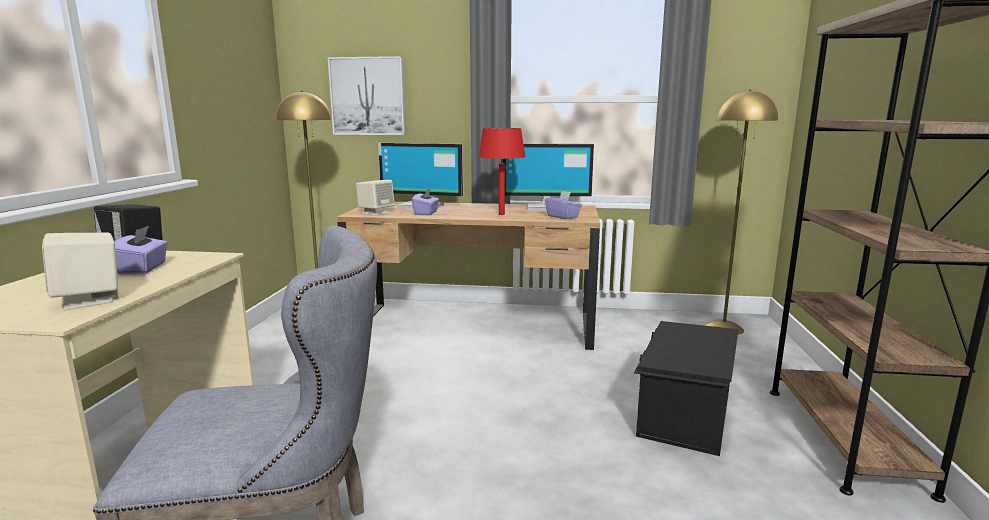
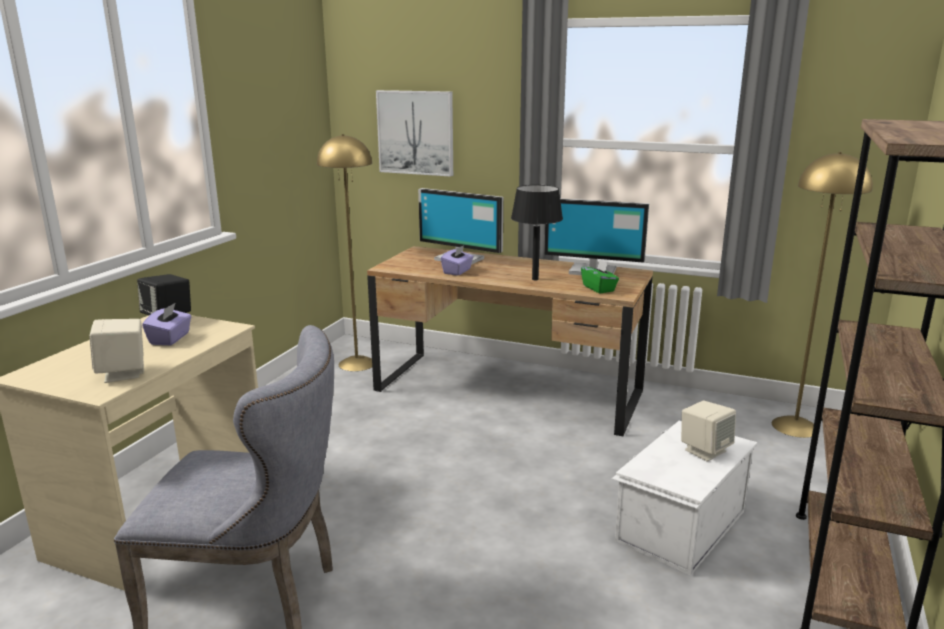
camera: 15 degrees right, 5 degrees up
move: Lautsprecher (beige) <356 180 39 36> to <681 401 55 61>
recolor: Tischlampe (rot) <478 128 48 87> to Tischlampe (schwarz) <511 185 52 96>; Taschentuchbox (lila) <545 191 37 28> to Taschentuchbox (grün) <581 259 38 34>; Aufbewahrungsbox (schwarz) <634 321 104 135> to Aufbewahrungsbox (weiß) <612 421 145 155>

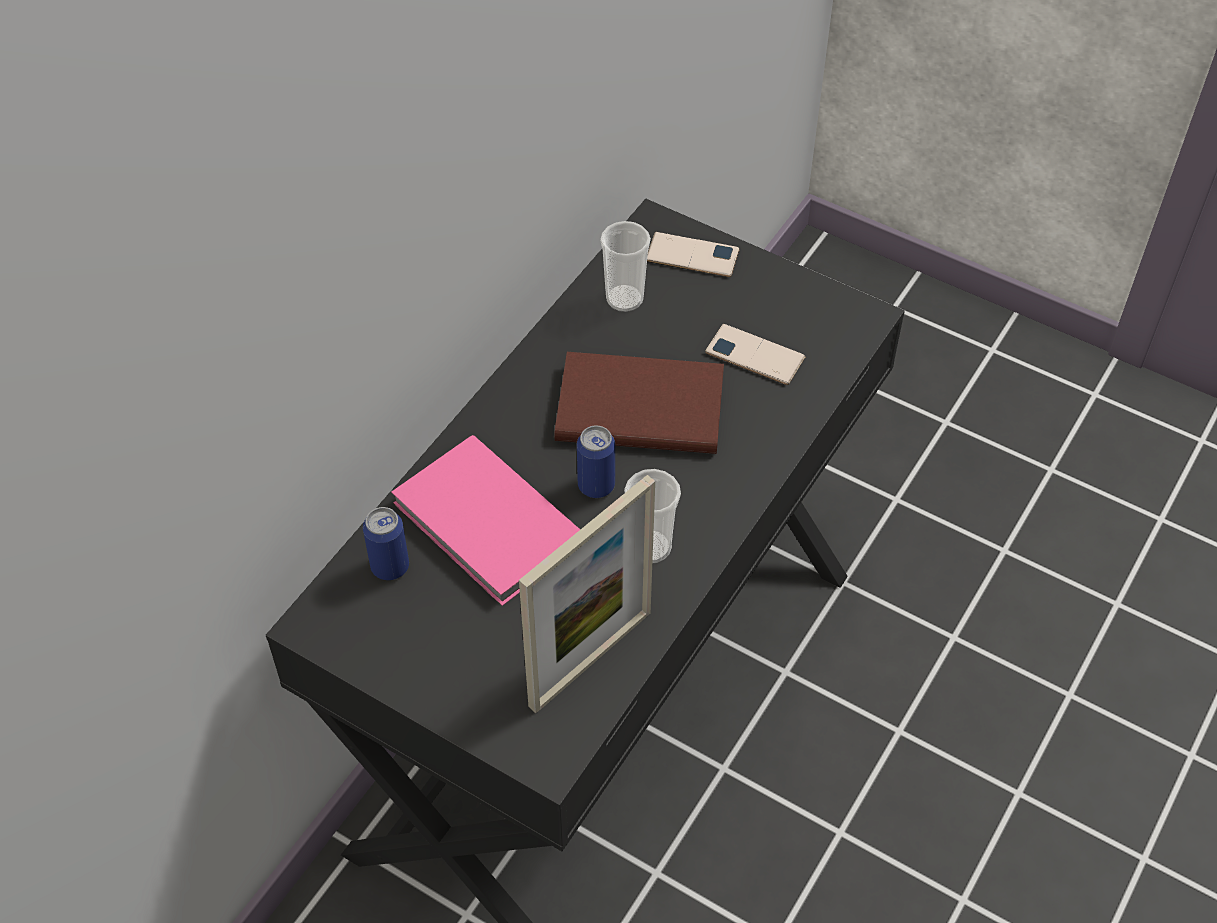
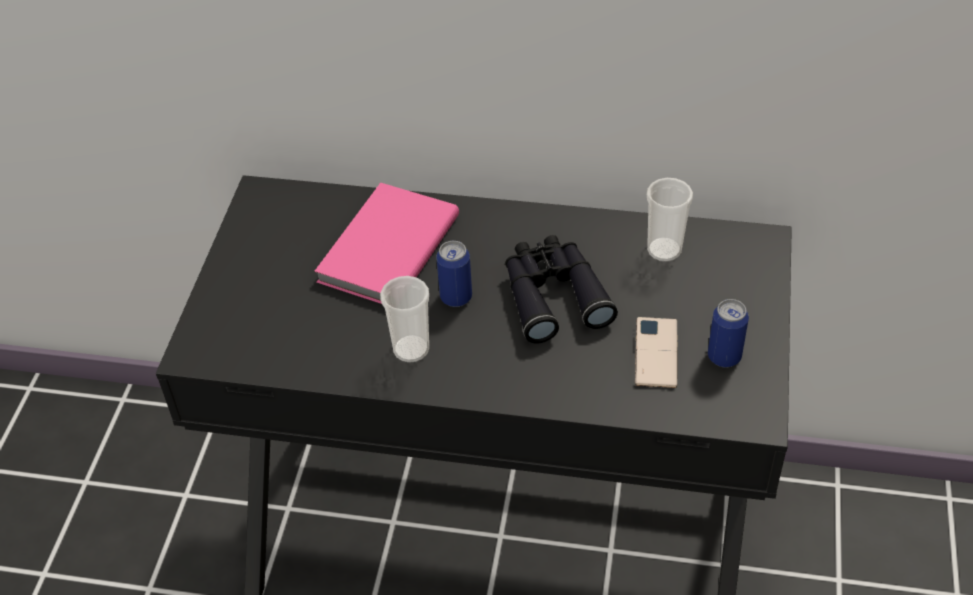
camera: 70 degrees right, 5 degrees down
delete: Bilderrahmen <519 475 136 238>; Handy <647 232 93 45>
move: Dose <363 507 46 73> to <708 299 41 68>
replace: Buch (braun) <554 352 170 102> to Fernglas (schwarz) <505 235 113 108>

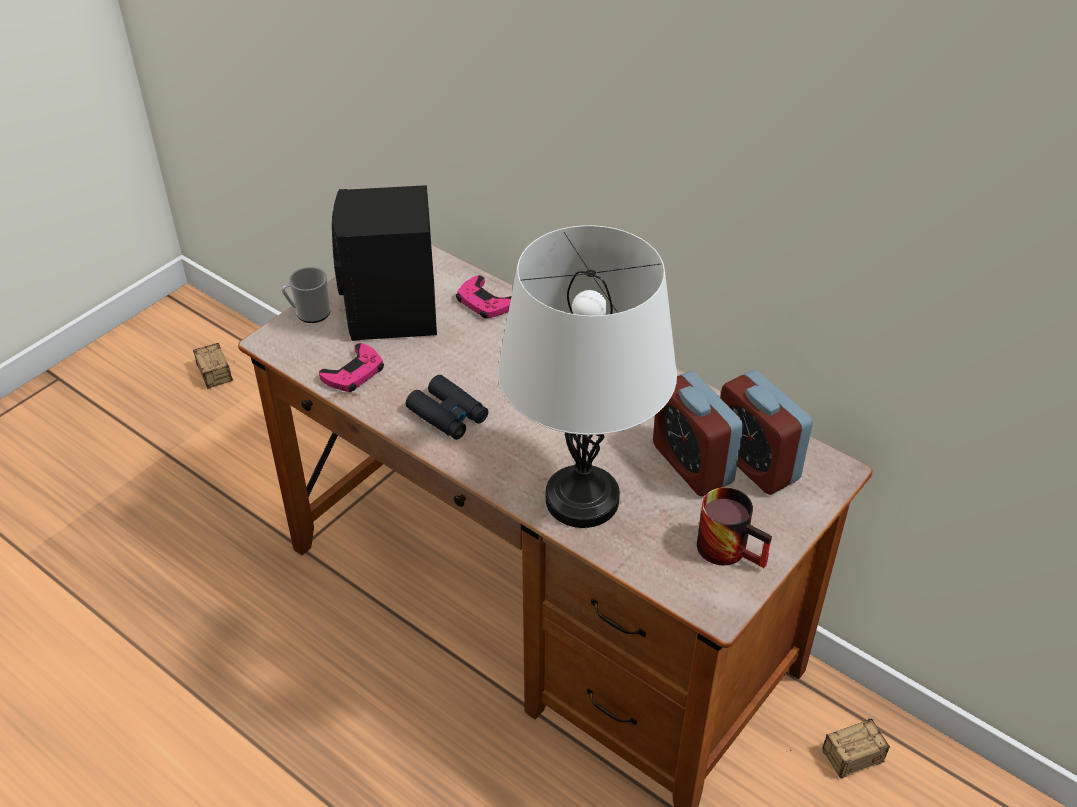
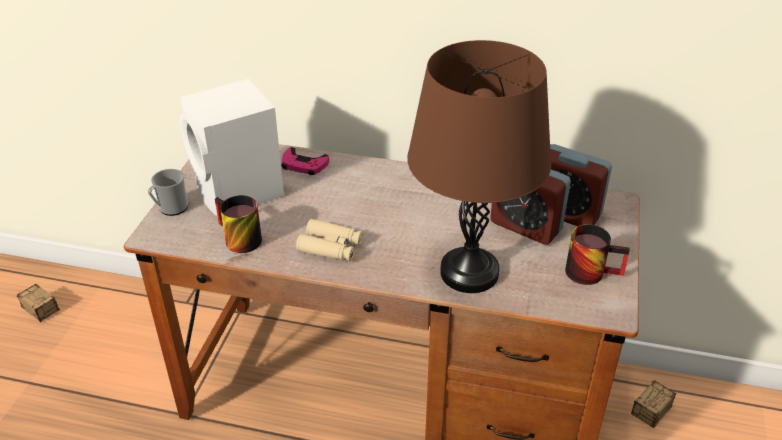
camera: 25 degrees left, 5 degrees down
replace: Gamepad (rosa) <319 343 65 49> to Henkelbecher <215 195 47 58>
recolor: Lautsprecher (schwarz) <332 185 105 156> to Lautsprecher (weiß) <180 79 104 137>; Fernglas (schwarz) <406 375 82 65> to Fernglas (beige) <296 219 67 42>; Tischlampe (weiß) <498 225 179 303> to Tischlampe (braun) <407 40 144 253>

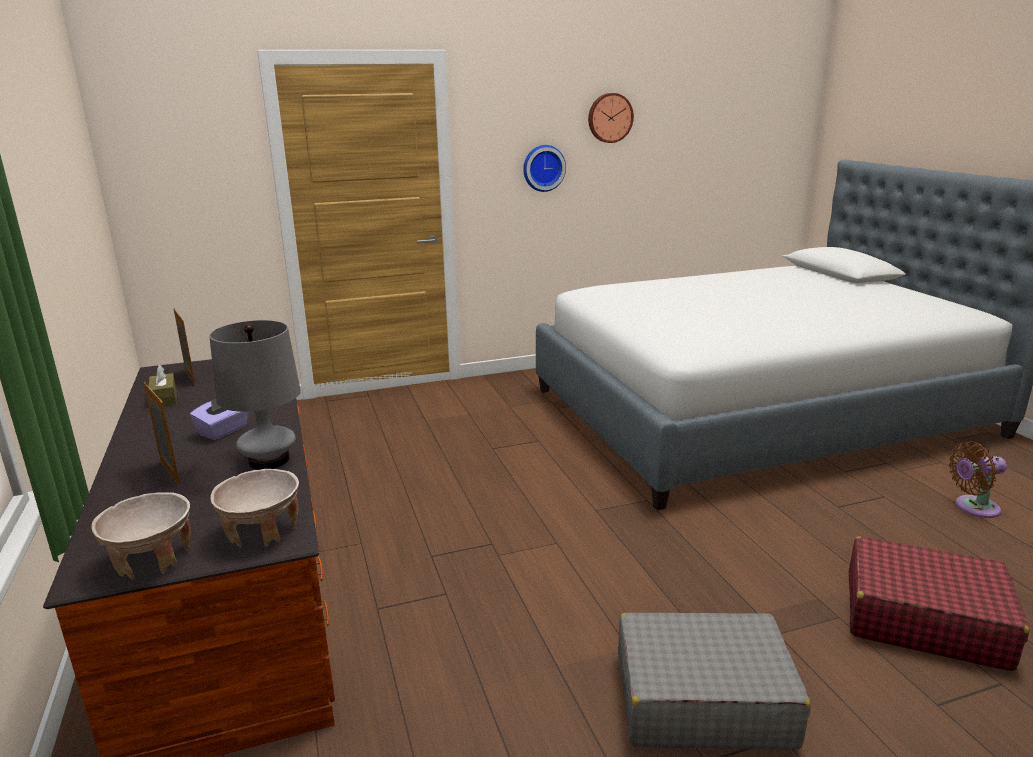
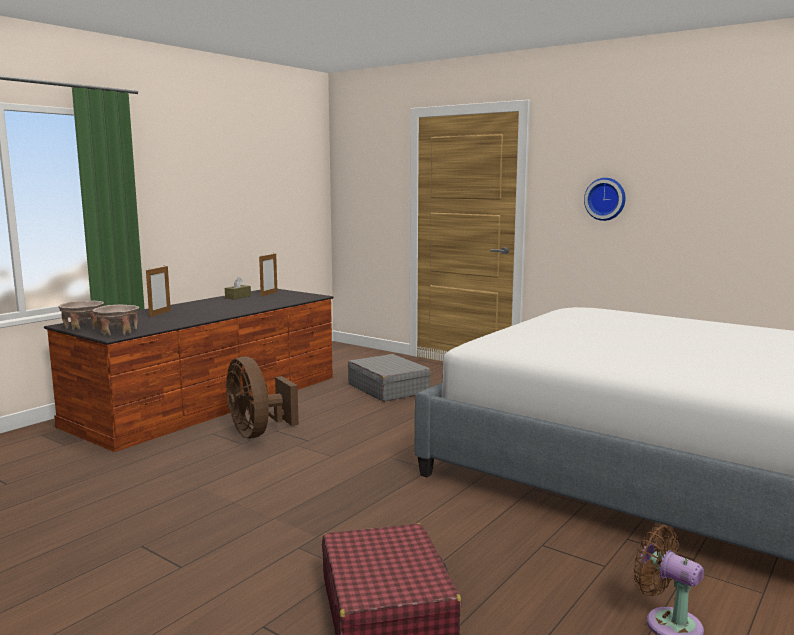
camera: 55 degrees right, 10 degrees down
delete: Taschentuchbox (lila) <190 400 59 40>; Tischlampe (grau) <209 320 92 150>; Wanduhr <588 93 46 50>
insert: Ventilator (braun) <226 357 73 81>
move: Koffer (grau) <618 613 193 136> to <348 354 83 48>

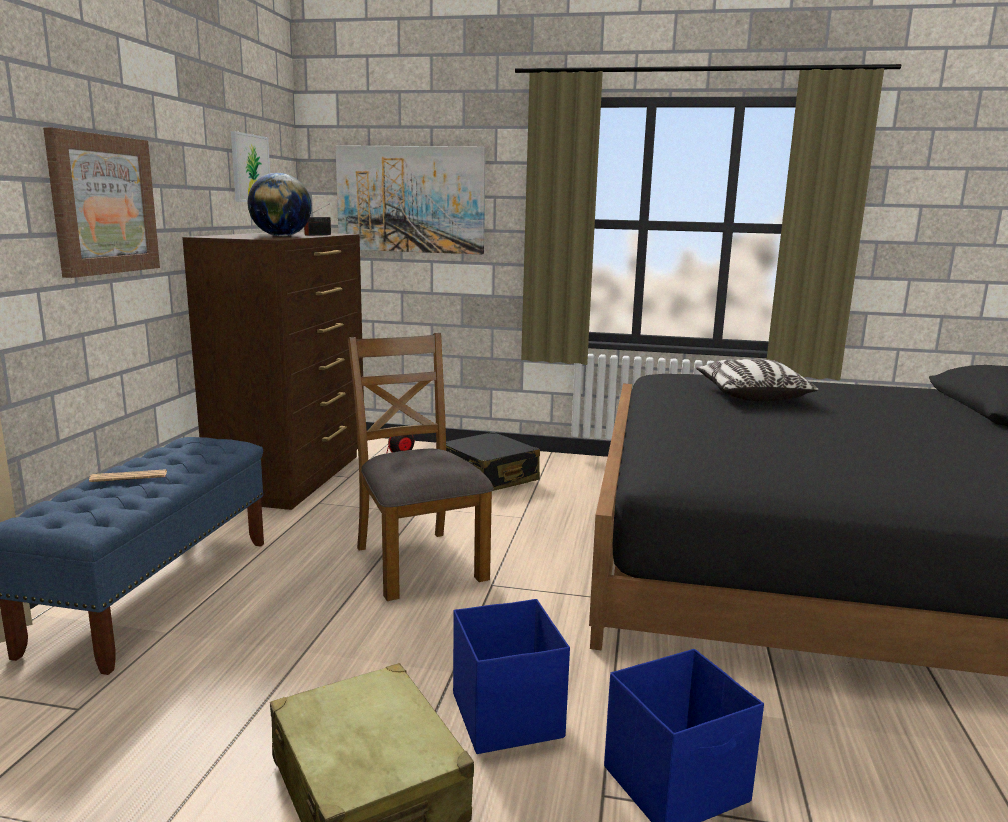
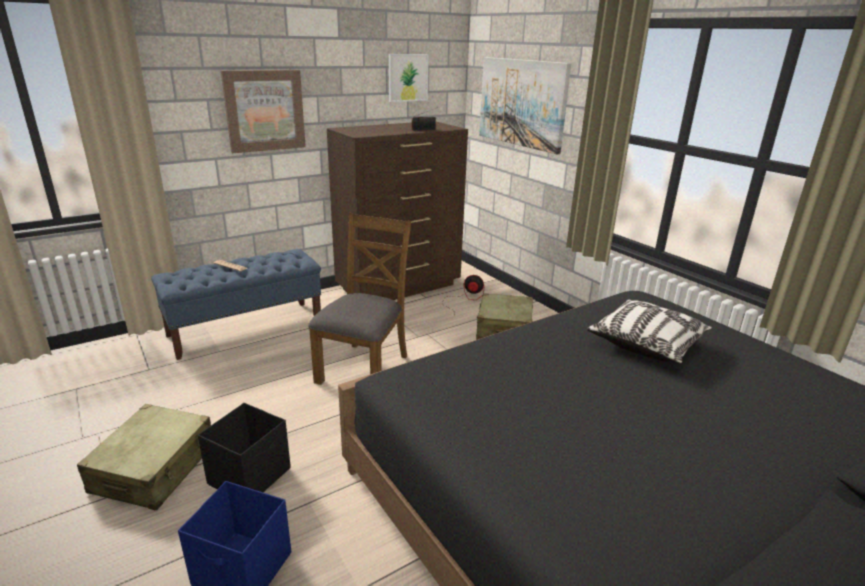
camera: 45 degrees right, 10 degrees up
delete: Globus <248 173 64 64>
recolor: Aufbewahrungsbox (blau) <453 599 117 155> to Aufbewahrungsbox (schwarz) <198 403 93 89>; Koffer (schwarz) <446 432 94 59> to Koffer (beige) <476 293 57 47>

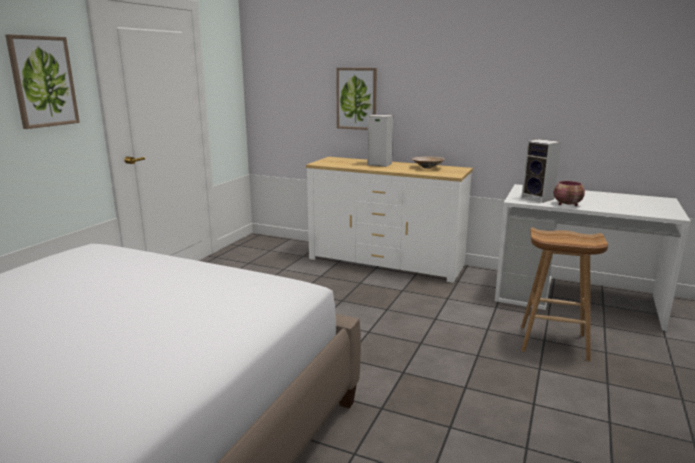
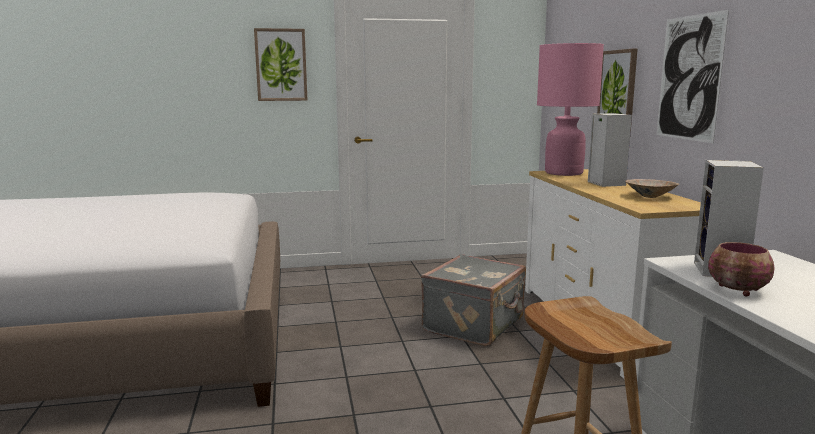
camera: 55 degrees right, 5 degrees down
insert: Koffer (grau) <421 254 105 92>; Tischlampe (rosa) <537 43 67 133>; Bild <656 10 73 133>

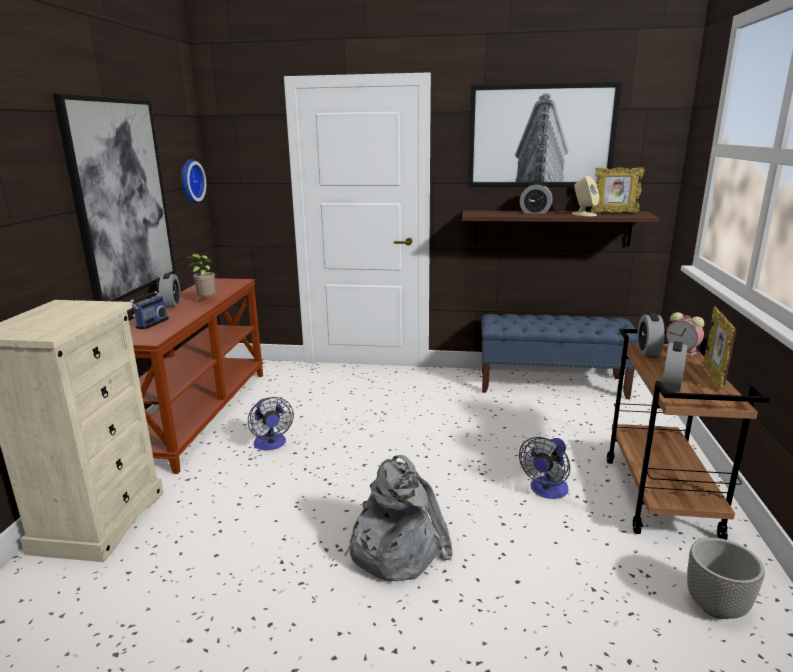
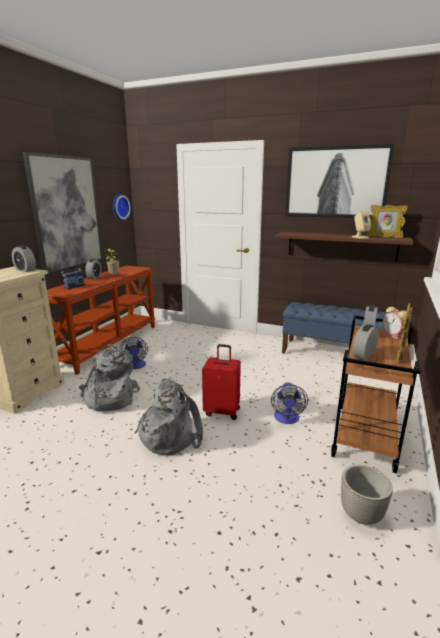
camera: 15 degrees right, 0 degrees up
insert: Rucksack (grau) <79 344 61 67>; Koffer (rot) <202 344 39 76>
move: Wecker <520 183 33 31> to <12 245 24 27>
rotate: Ventilator <519 437 51 62> = <271 382 37 42> 45 degrees counterclockwise

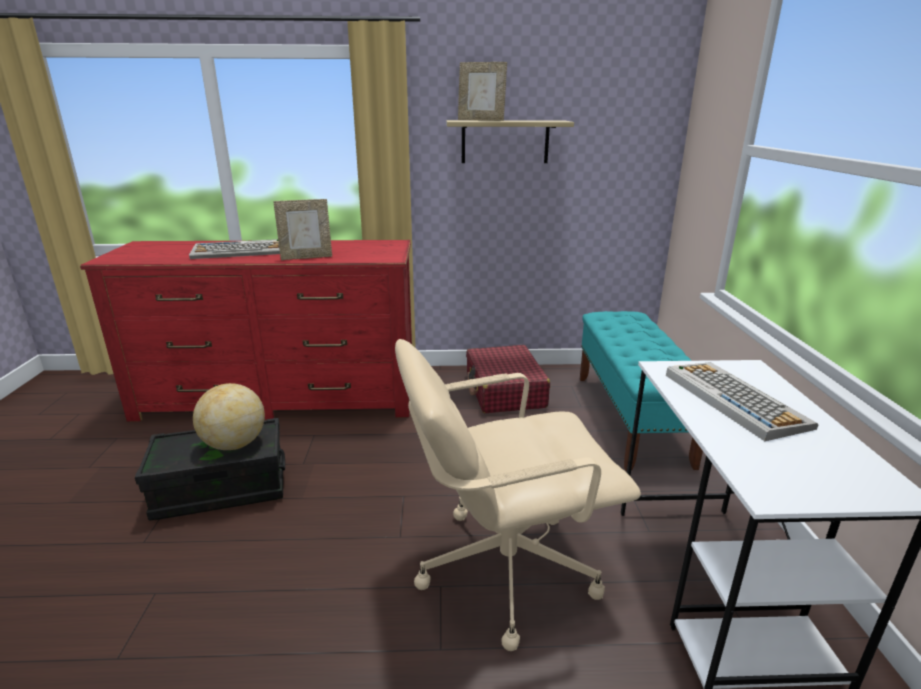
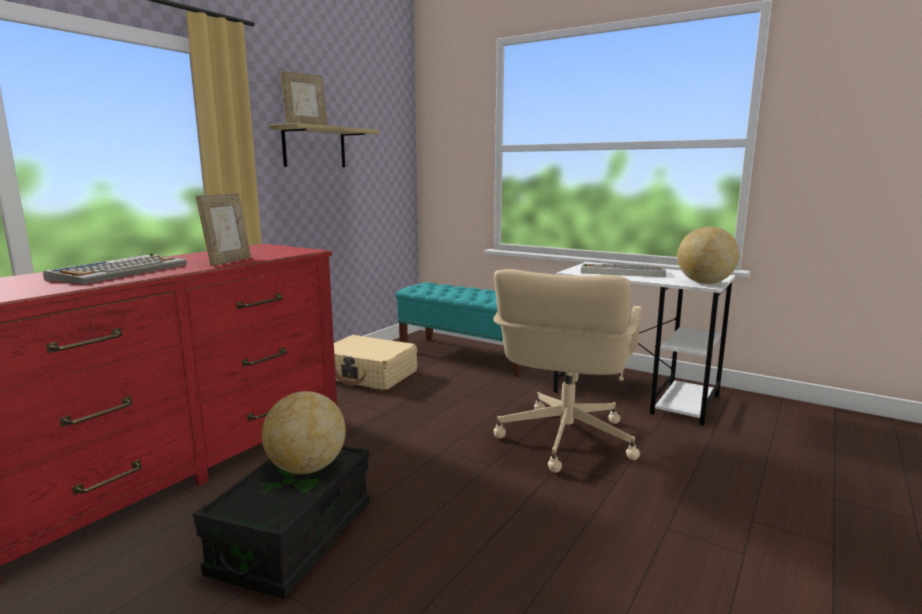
camera: 55 degrees left, 10 degrees down
insert: Globus <677 227 63 57>
recolor: Koffer (rot) <466 345 84 68> to Koffer (beige) <334 335 83 56>

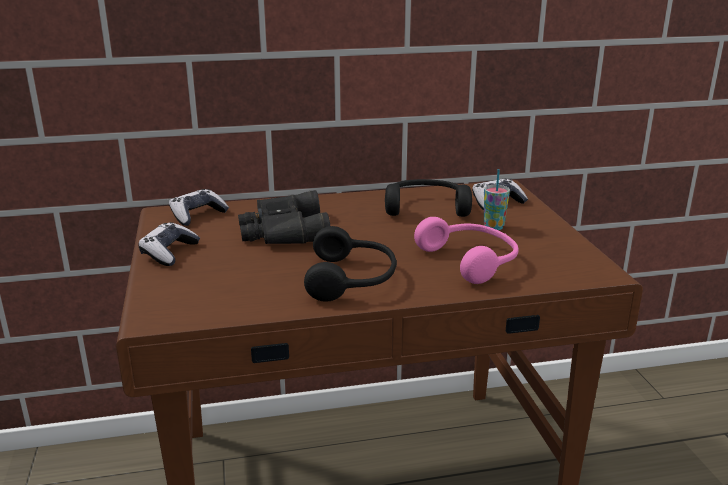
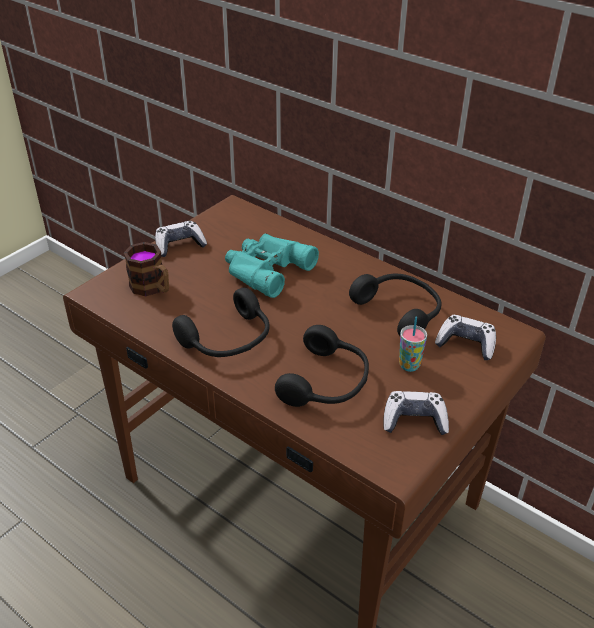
camera: 50 degrees right, 15 degrees up
insert: Henkelbecher <124 242 45 54>
move: Gamepad <169 189 60 37> to <383 391 66 44>
recolor: Fernglas (schwarz) <238 190 92 54> to Fernglas (türkis) <225 234 94 64>; Kopfhörer (rosa) <414 217 104 67> to Kopfhörer (schwarz) <275 325 94 82>

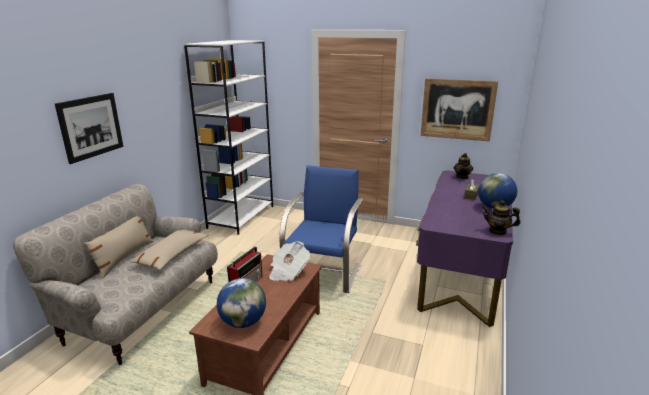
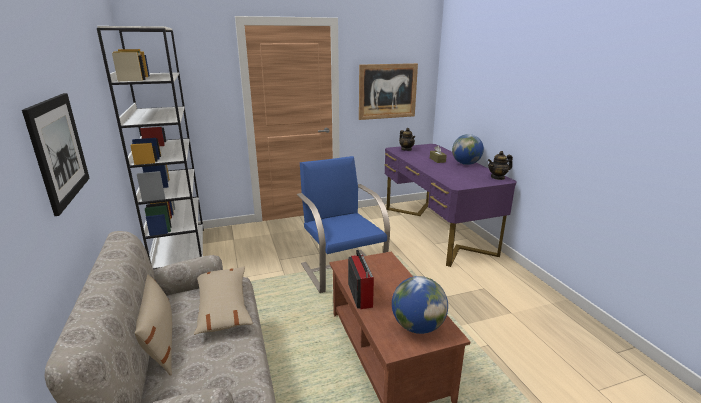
camera: 40 degrees left, 0 degrees up
delete: Zeitung <269 241 41 40>

